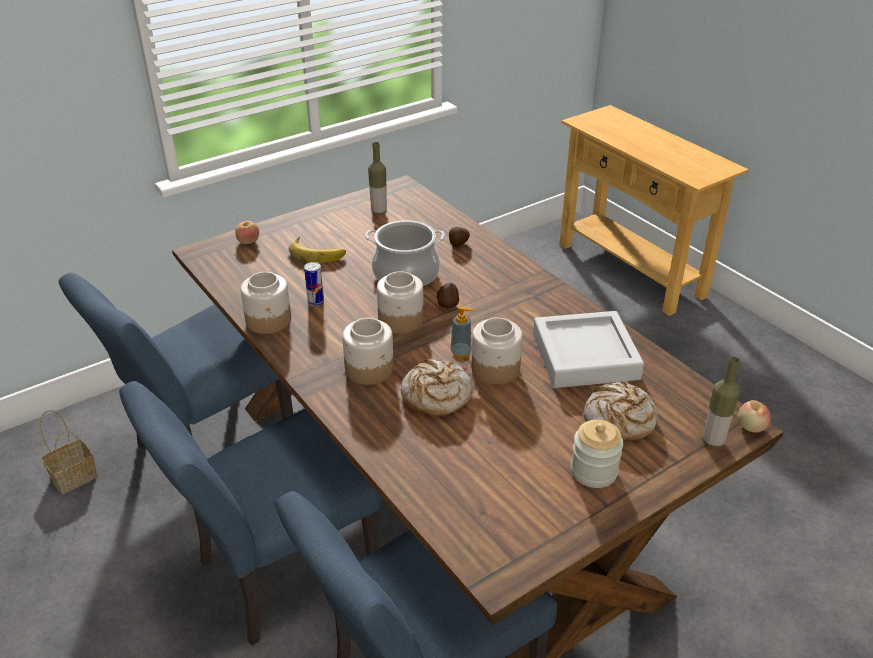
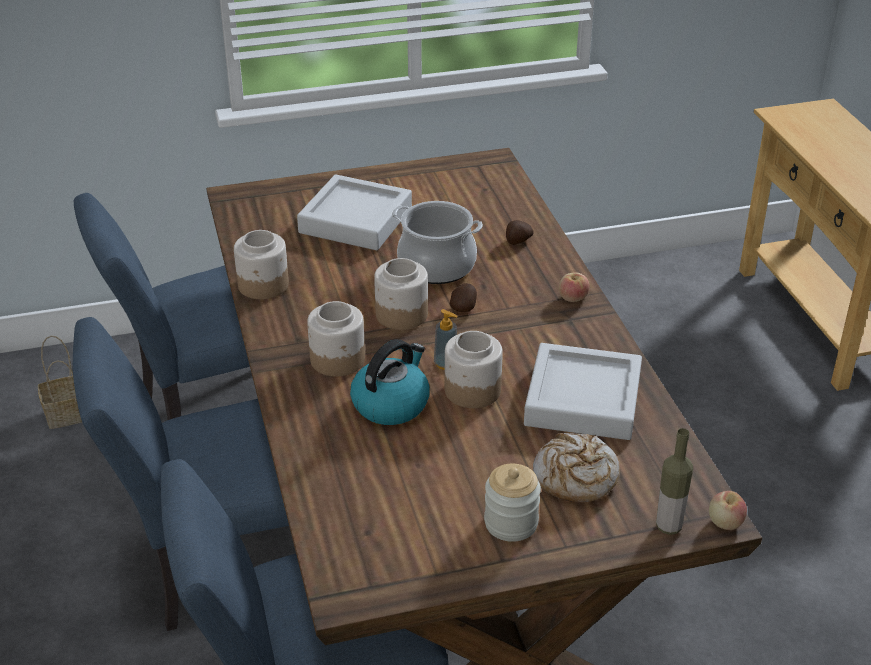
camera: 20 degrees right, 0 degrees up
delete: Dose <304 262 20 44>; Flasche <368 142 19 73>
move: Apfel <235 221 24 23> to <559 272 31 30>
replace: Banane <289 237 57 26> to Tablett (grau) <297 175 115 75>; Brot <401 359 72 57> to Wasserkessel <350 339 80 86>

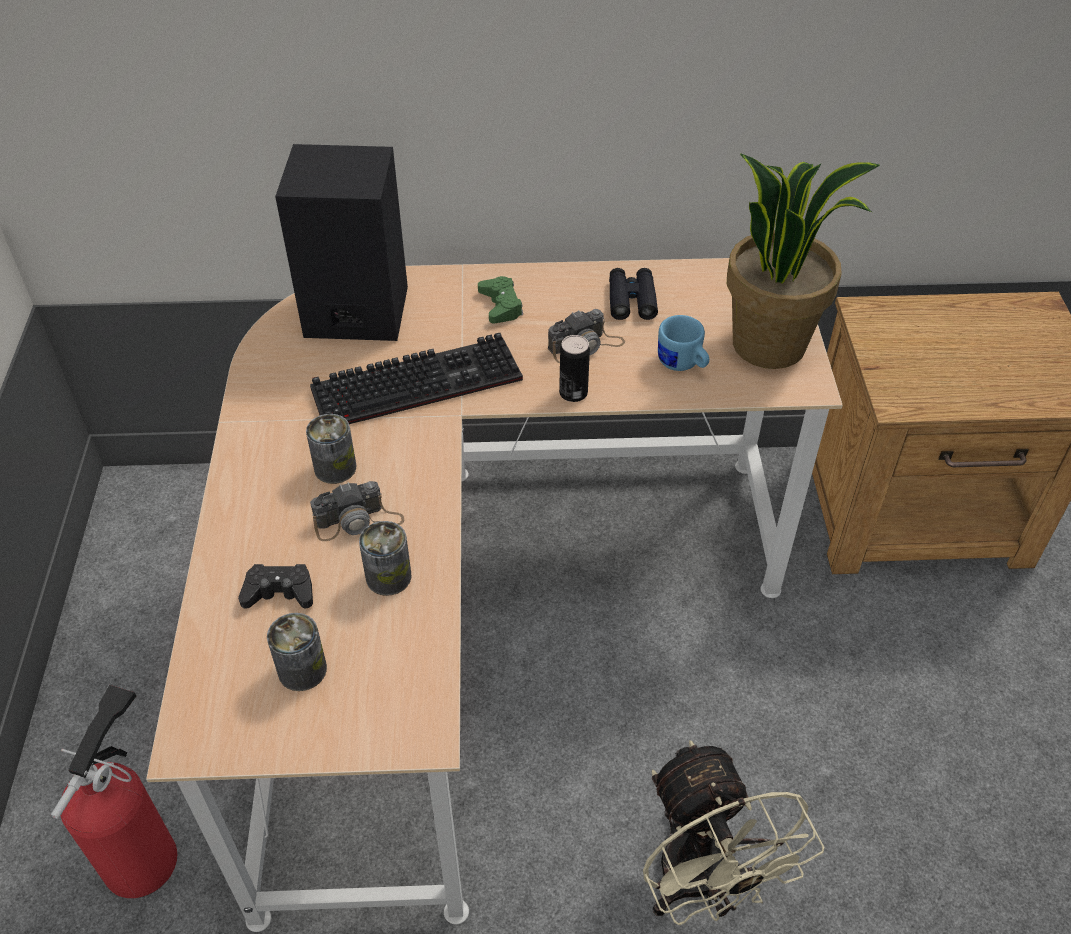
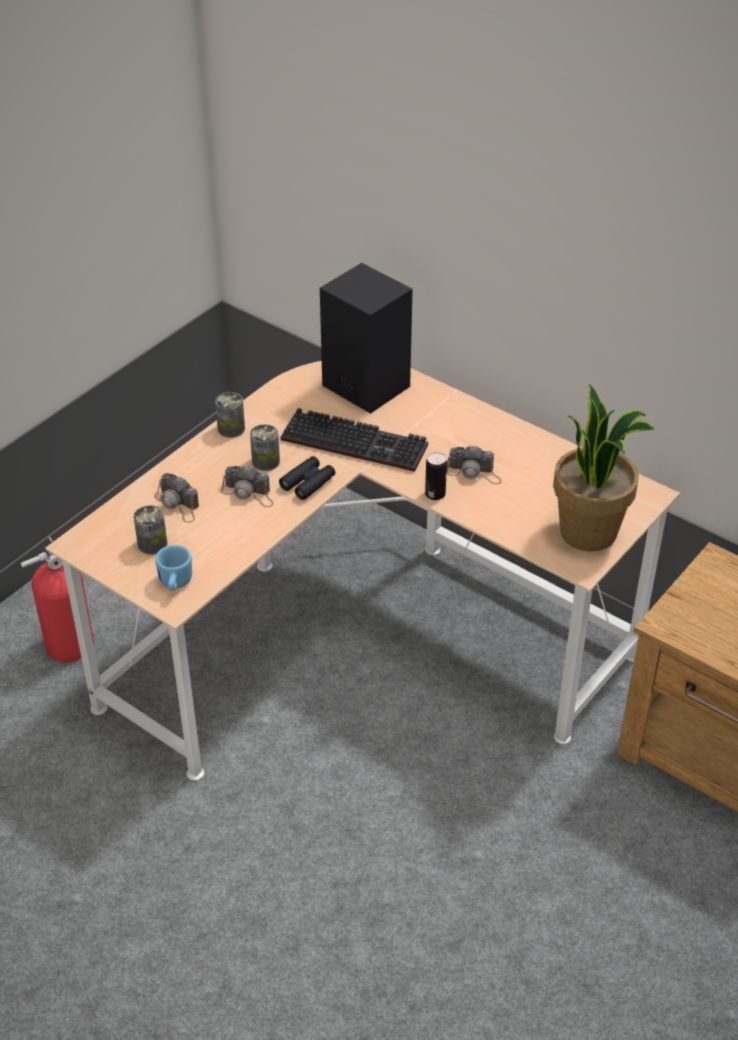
camera: 40 degrees right, 5 degrees down
delete: Gamepad (grün) <478 276 45 48>; Ventilator (beige) <643 740 182 186>
move: Henkelbecher (blau) <658 315 51 56> to <155 545 37 46>; Dose <359 521 52 75> to <215 392 30 46>; Fernglas (schwarz) <609 268 49 52> to <279 456 57 44>
replace: Gamepad (schwarz) <238 564 75 45> to Kamera <154 473 45 50>

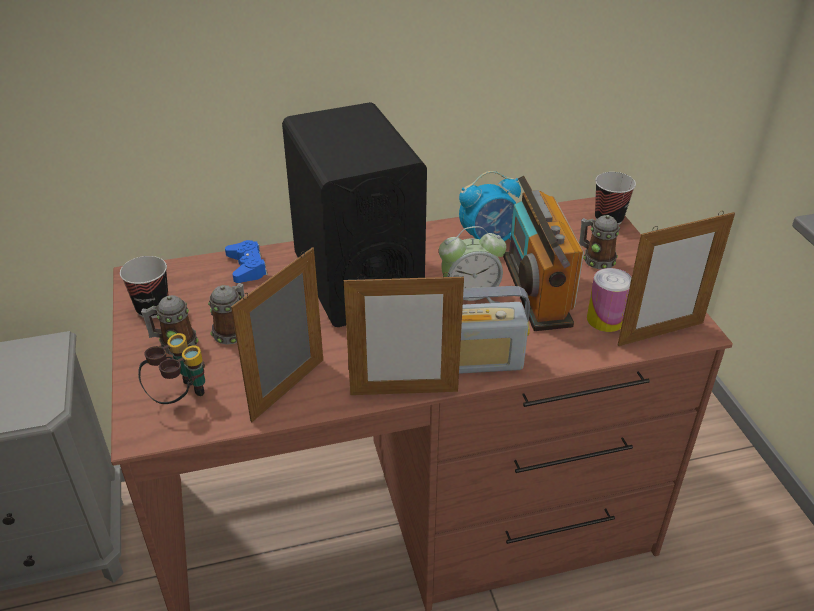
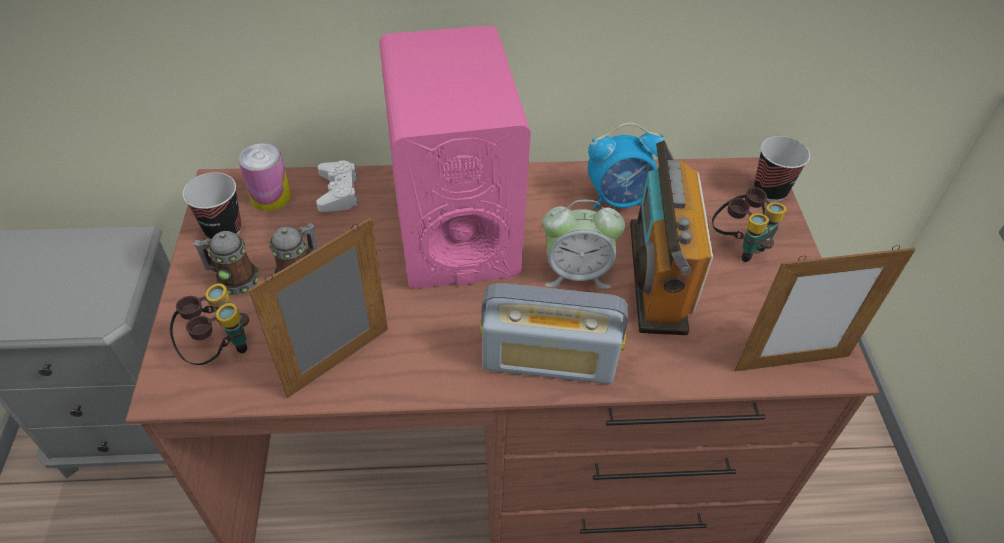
camera: 10 degrees right, 10 degrees up
delete: Bilderrahmen <344 272 120 123>
move: Dose <587 268 45 64> to <238 143 53 68>
replace: Henkelbecher <579 215 41 54> to Fernglas <712 187 75 75>
recolor: Gamepad (blau) <225 240 43 43> to Gamepad (weiß) <316 160 42 52>; Lautsprecher (schwarz) <282 102 145 225> to Lautsprecher (rosa) <379 26 152 263>

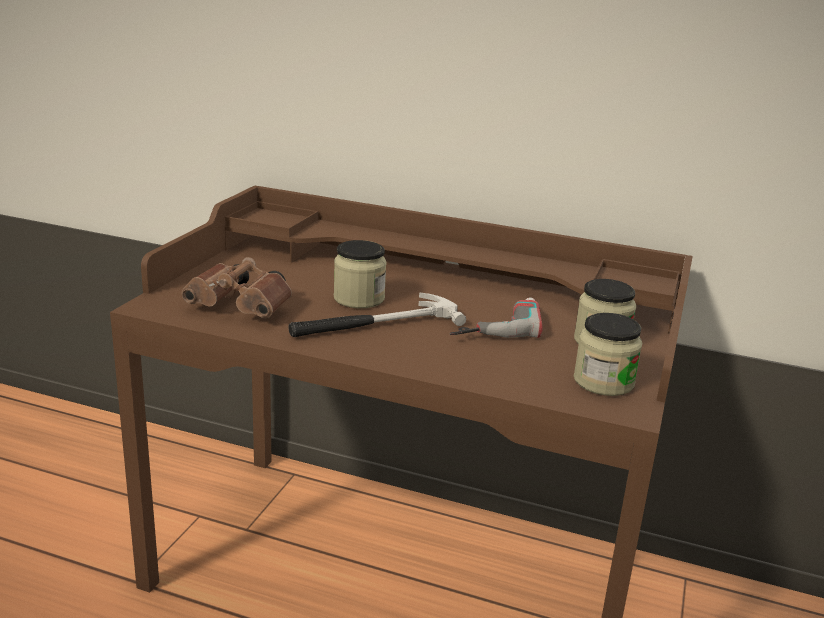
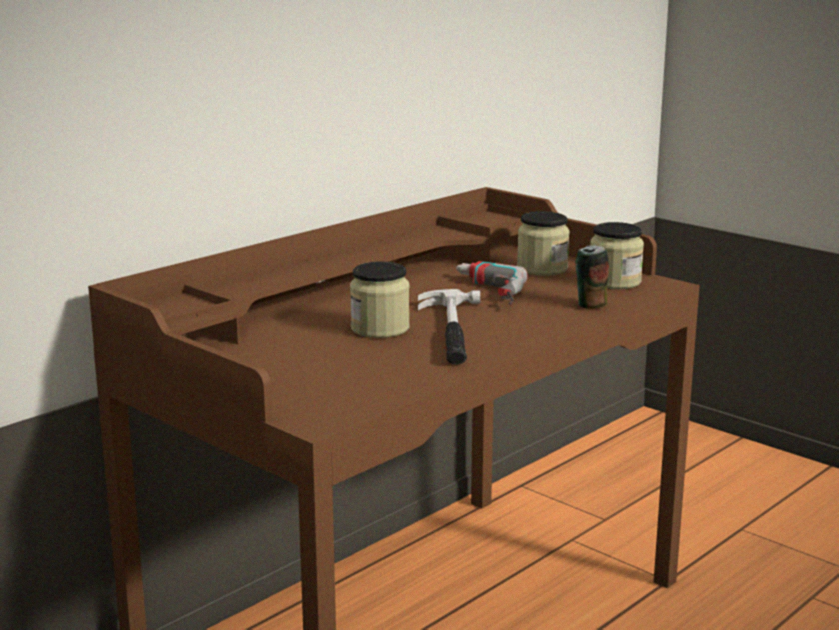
camera: 65 degrees left, 5 degrees down
delete: Fernglas (braun) <181 257 111 61>
insert: Dose <575 245 34 63>

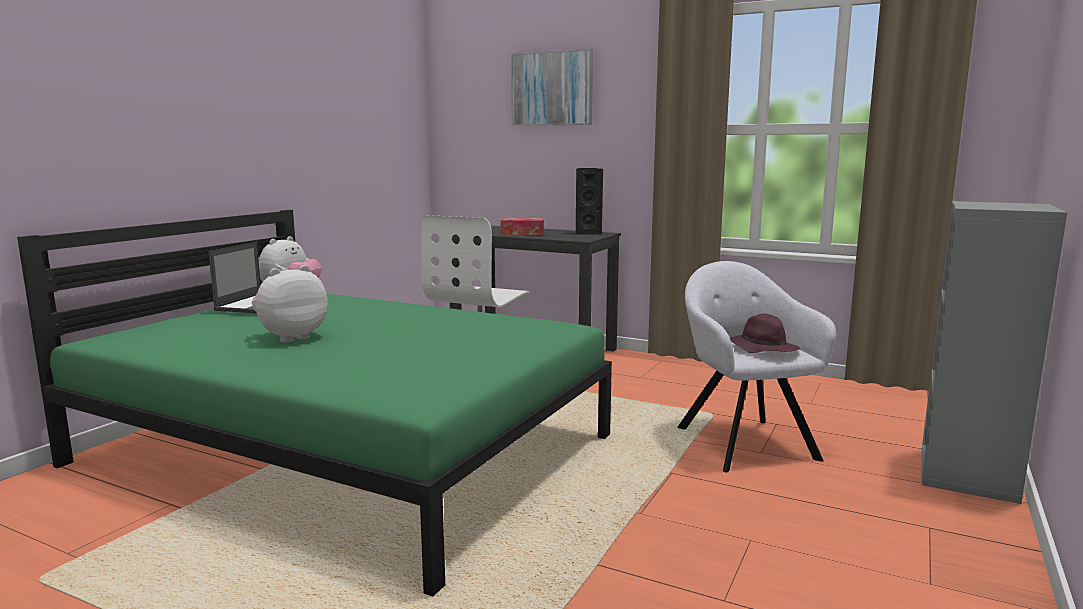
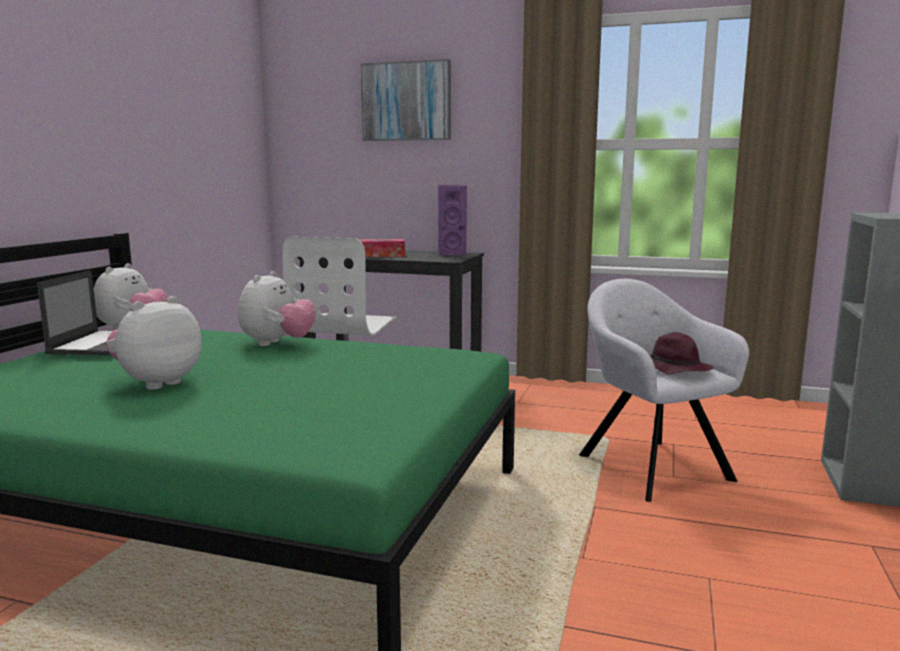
camera: 10 degrees left, 0 degrees up
insert: Plüschtier <238 271 78 75>
recolor: Lautsprecher (schwarz) <576 168 27 67> to Lautsprecher (lila) <438 185 29 70>

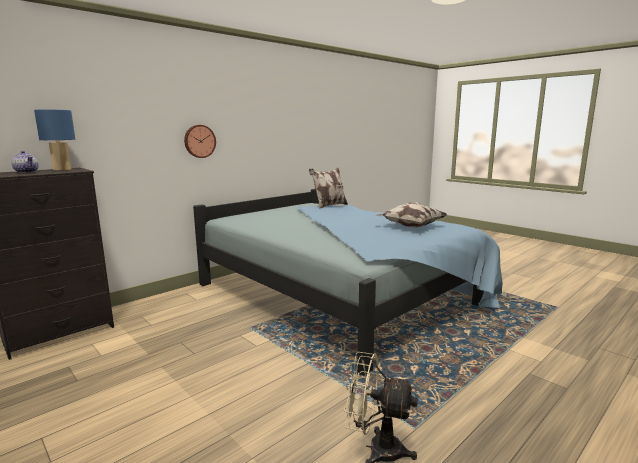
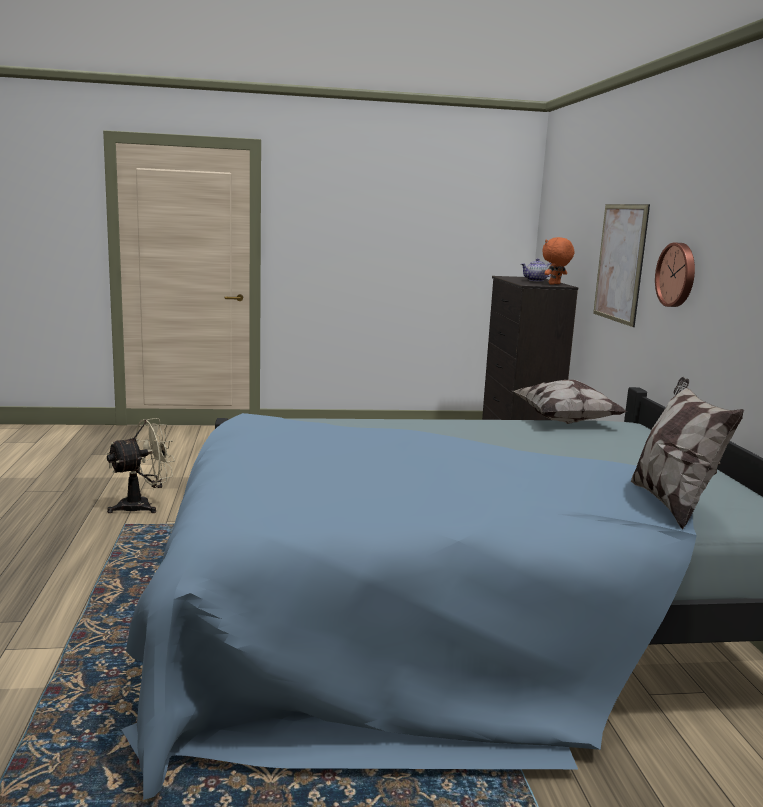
camera: 125 degrees right, 0 degrees up
insert: Bild <593 204 57 123>
move: Kissen <376 202 71 25> to <513 380 115 44>
replace: Tischlampe (blau) <34 110 41 60> to Plüschtier (orange) <542 237 32 48>

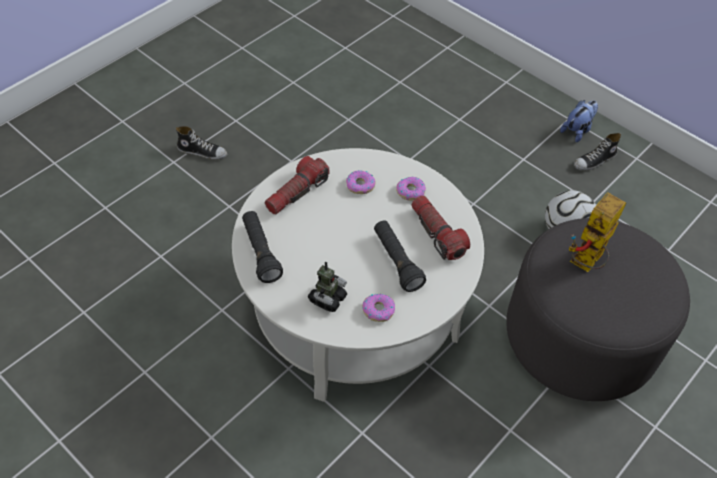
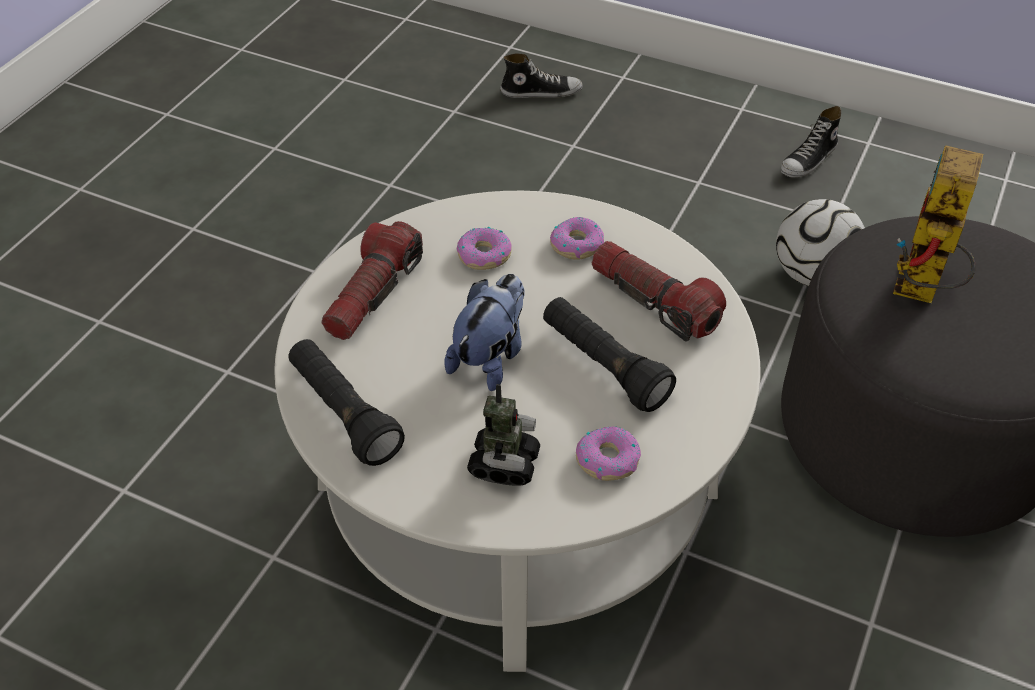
camera: 15 degrees left, 5 degrees down
move: Plüschtier <560 100 38 42> to <444 274 81 117>; Schuh <176 126 51 34> to <500 53 83 45>

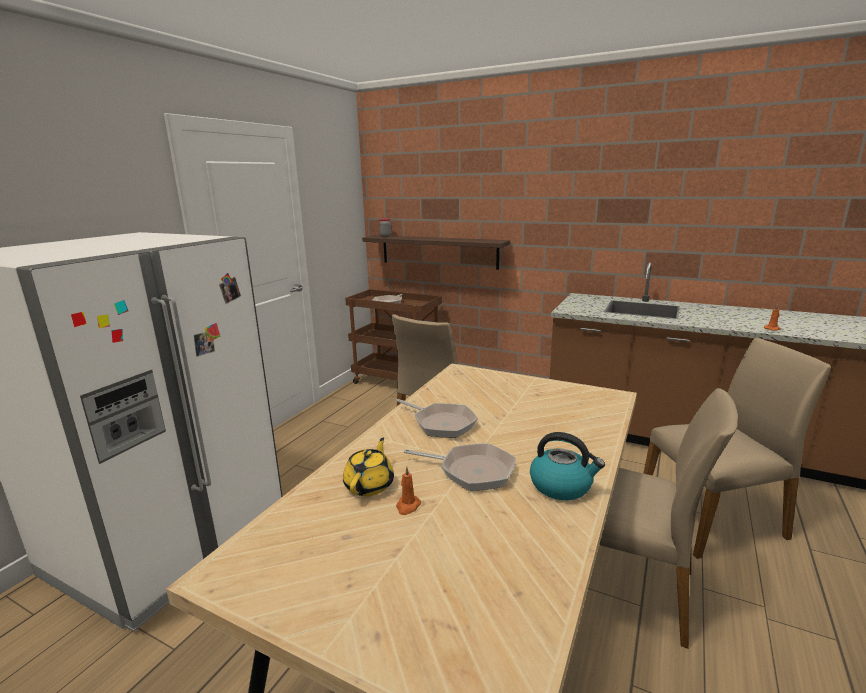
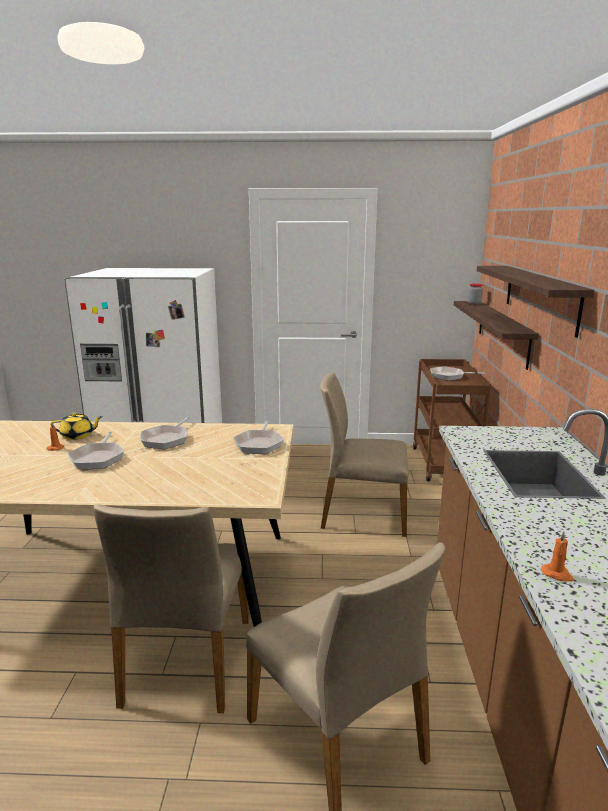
camera: 65 degrees right, 0 degrees up
delete: Wasserkessel <530 432 75 68>
insert: Pfanne <233 420 51 34>; Wandregal <477 266 118 72>

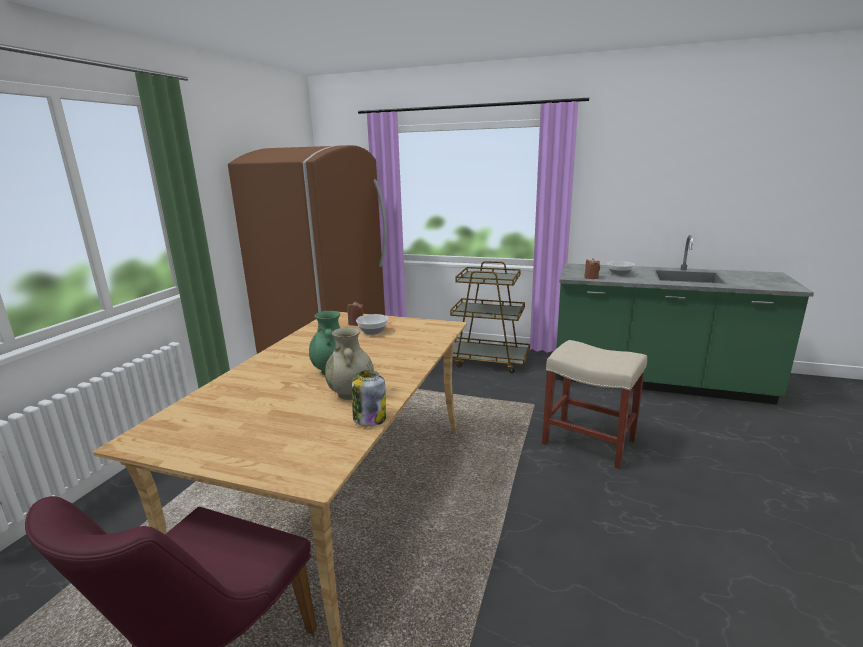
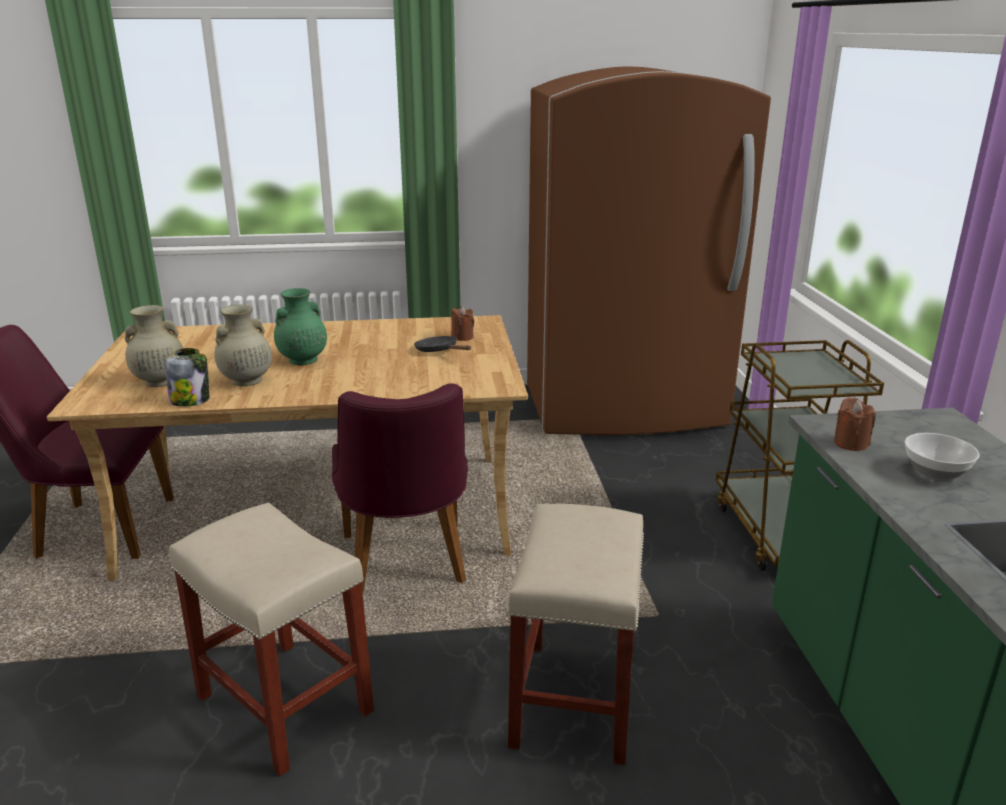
camera: 65 degrees right, 5 degrees up
insert: Vase (beige) <125 305 58 82>; Hocker (beige) <169 502 205 275>; Stuhl (lila) <332 383 136 210>
replace: Schüssel <356 314 32 21> to Pfanne (schwarz) <414 336 57 16>

